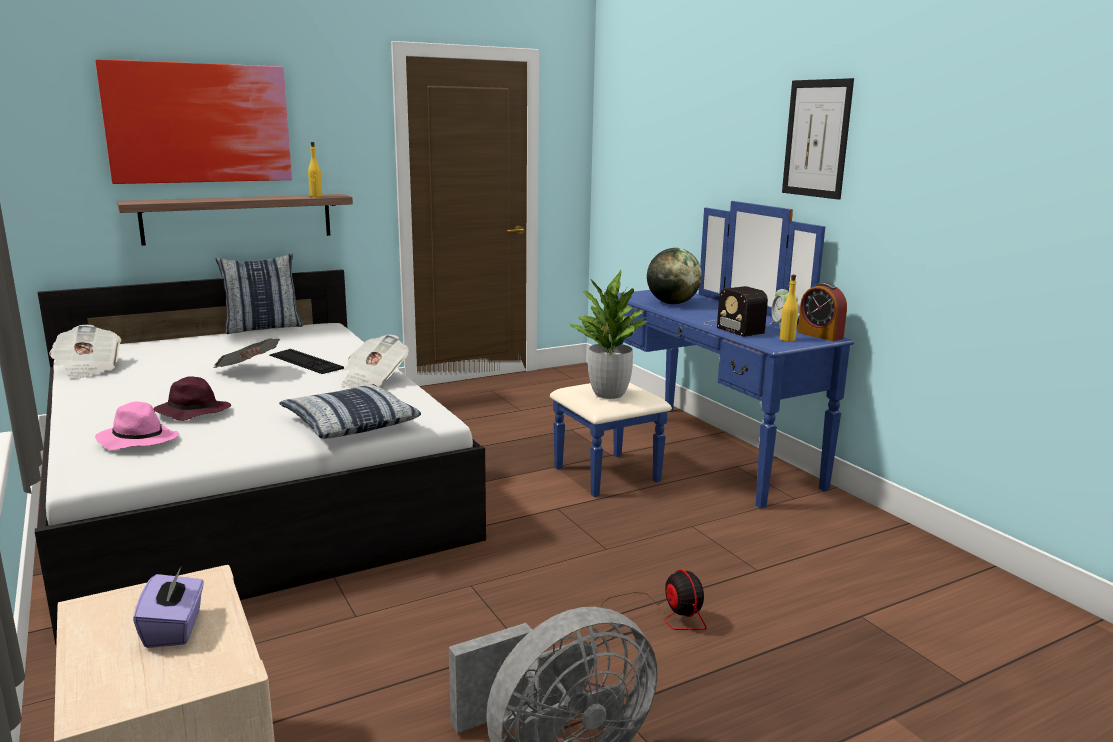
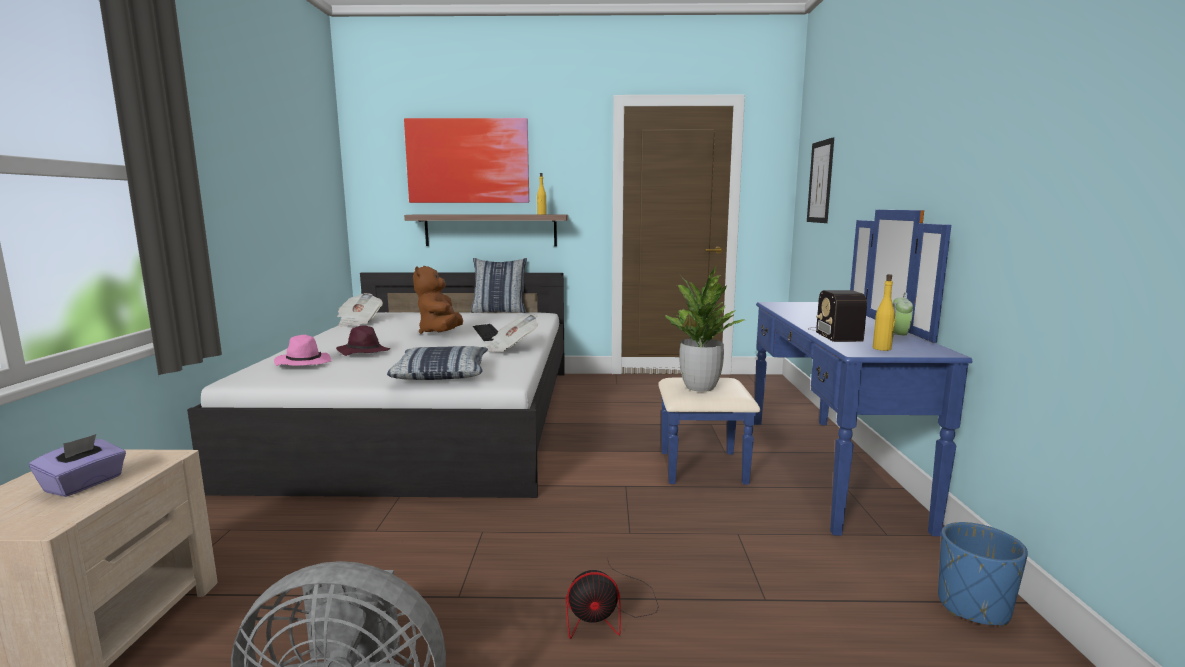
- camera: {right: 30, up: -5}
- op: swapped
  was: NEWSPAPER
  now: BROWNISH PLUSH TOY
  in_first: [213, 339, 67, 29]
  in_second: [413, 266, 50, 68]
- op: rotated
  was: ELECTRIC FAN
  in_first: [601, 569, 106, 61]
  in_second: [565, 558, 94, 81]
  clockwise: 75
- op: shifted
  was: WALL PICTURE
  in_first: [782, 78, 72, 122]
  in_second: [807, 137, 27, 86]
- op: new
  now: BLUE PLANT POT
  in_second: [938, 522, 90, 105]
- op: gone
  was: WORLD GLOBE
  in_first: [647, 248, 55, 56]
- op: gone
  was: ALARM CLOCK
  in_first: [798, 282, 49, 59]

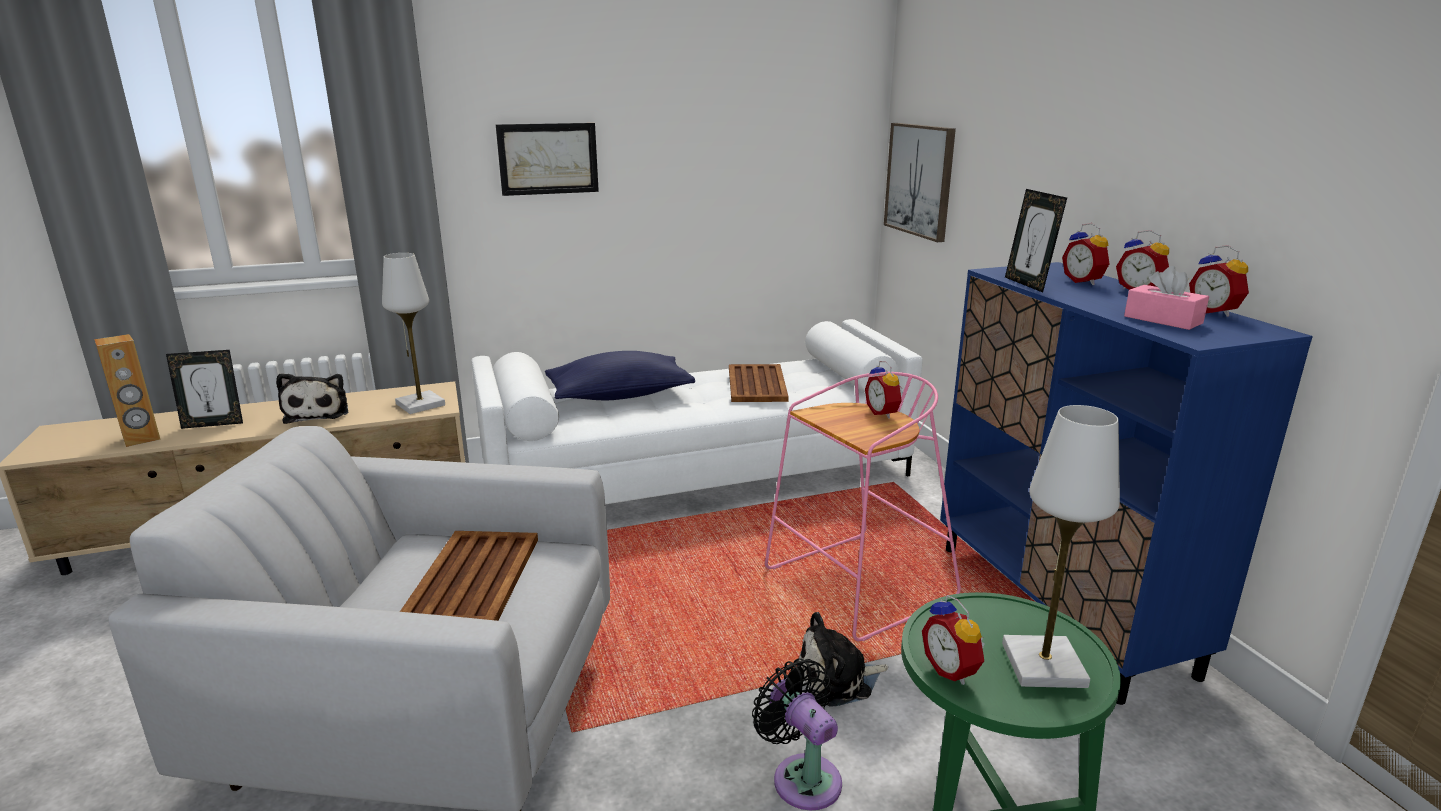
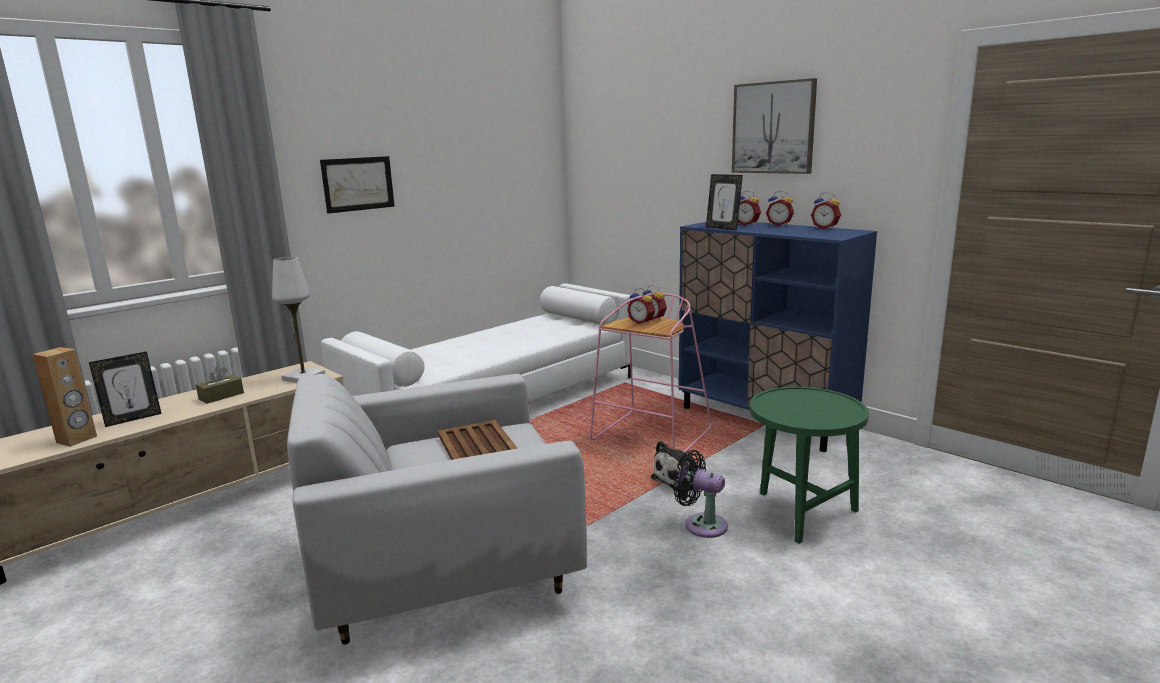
- camera: {right: -25, up: -5}
- op: swapped
  was: PLUSH TOY
  now: BROWNISH BOX OF TISSUES
  in_first: [276, 373, 72, 51]
  in_second: [196, 367, 48, 37]
- op: shifted
  was: ALARM CLOCK
  in_first: [922, 595, 63, 90]
  in_second: [627, 288, 28, 36]
- op: shifted
  was: WALL PICTURE
  in_first: [884, 123, 72, 119]
  in_second: [732, 78, 85, 96]
- op: gone
  was: BLUE THROW PILLOW
  in_first: [545, 351, 150, 49]
- op: gone
  was: BROWNISH CARRYING TRAY
  in_first: [729, 364, 60, 38]
- op: gone
  was: WHITISH TABLE LAMP
  in_first: [1002, 405, 118, 283]
- op: gone
  was: PINKISH BOX OF TISSUES
  in_first: [1124, 266, 85, 64]

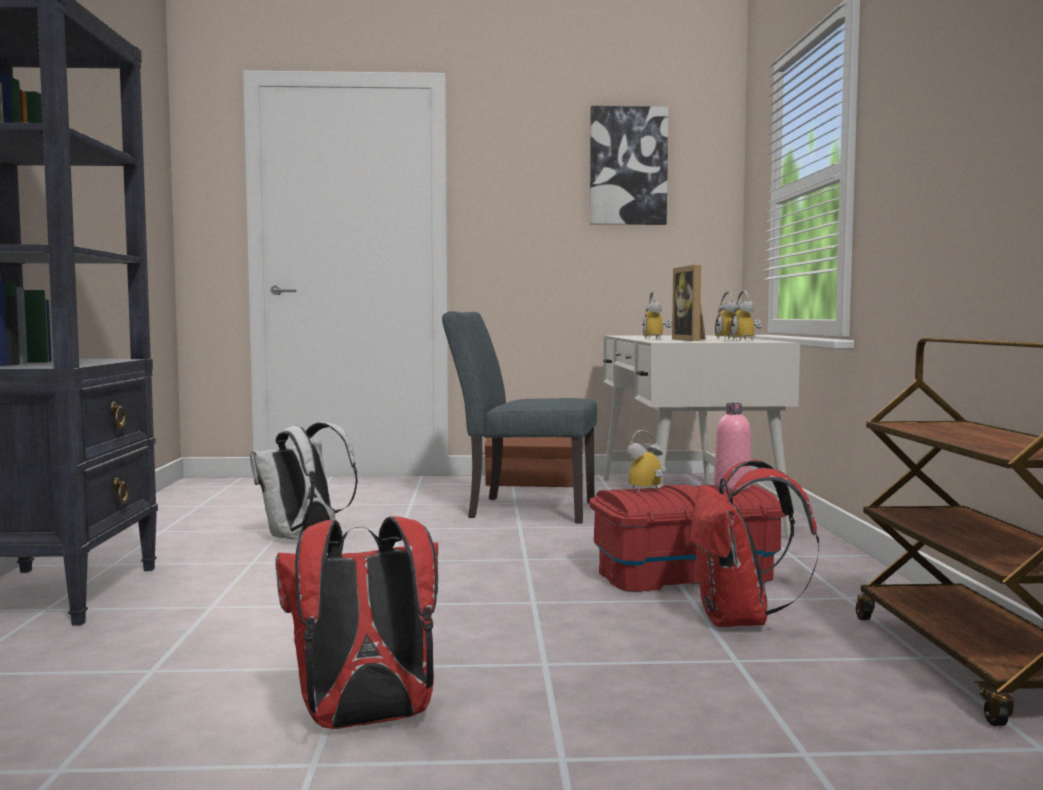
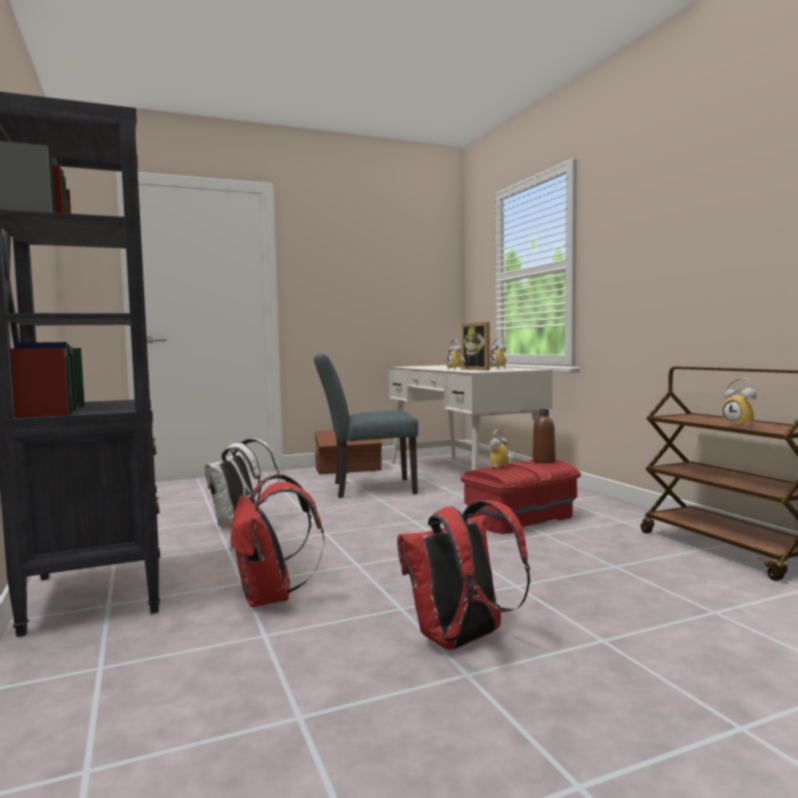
- camera: {right: -20, up: 0}
- op: shifted
  was: RED-COLOURED RUCKSACK
  in_first: [690, 460, 129, 167]
  in_second: [230, 474, 94, 133]
- op: repainted
  was: PINKISH BOTTLE
  now: BROWNISH BOTTLE
  in_first: [714, 403, 37, 87]
  in_second: [532, 409, 24, 54]
- op: shifted
  was: ALARM CLOCK
  in_first: [730, 290, 32, 51]
  in_second: [723, 378, 34, 49]
- op: gone
  was: WALL PICTURE
  in_first: [590, 106, 78, 119]

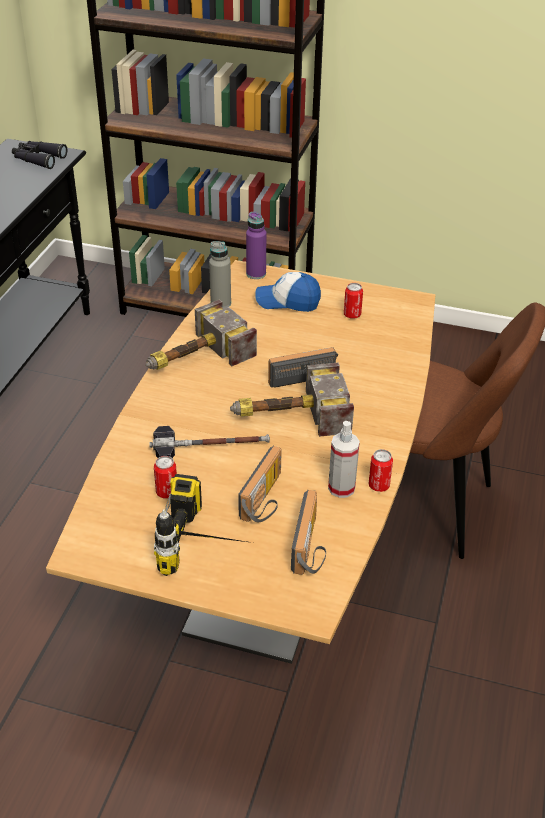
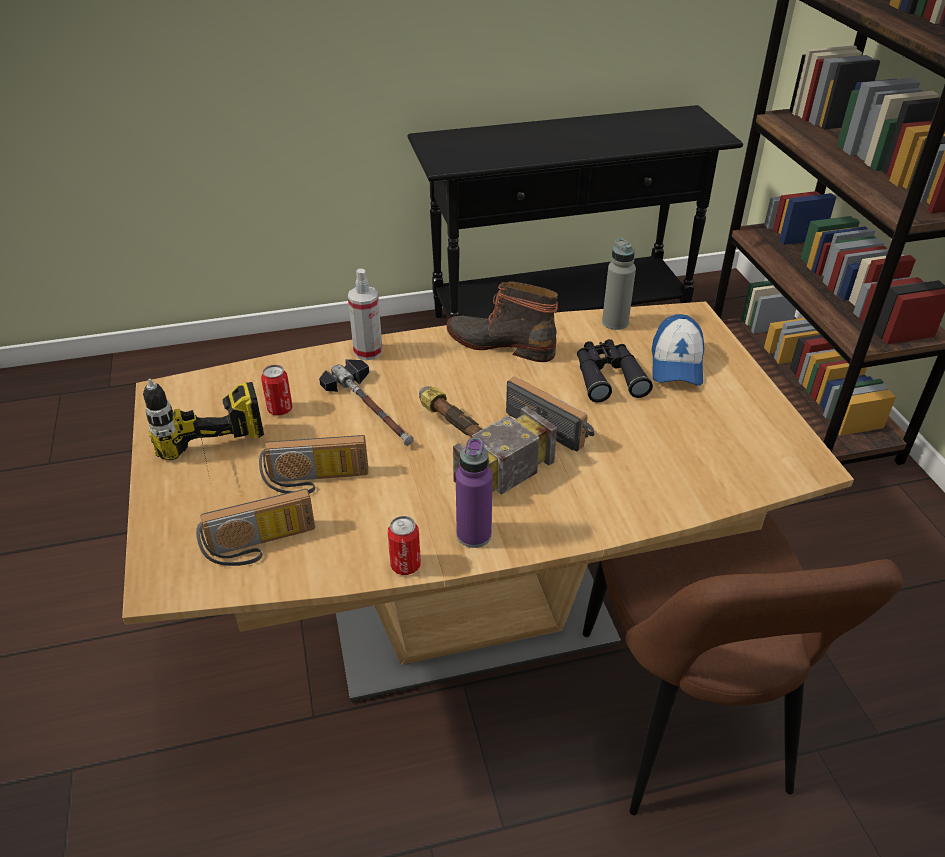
- camera: {right: 60, up: 0}
- op: shifted
  was: SPRAYER
  in_first: [328, 421, 32, 77]
  in_second: [348, 269, 35, 92]
- op: swapped
  was: HAMMER
  now: HIGH-TOP BOOT
  in_first: [146, 299, 111, 71]
  in_second: [447, 281, 111, 81]
- op: shifted
  was: PURPLISH BOTTLE
  in_first: [246, 212, 20, 67]
  in_second: [456, 438, 37, 110]
- op: shifted
  was: BLACK BINOCULARS
  in_first: [12, 141, 55, 28]
  in_second: [577, 339, 76, 64]
- op: rotated
  was: BASEBALL CAP
  in_first: [255, 272, 66, 40]
  in_second: [652, 314, 52, 72]
  clockwise: -150
- op: gone
  was: SEALED CAN
  in_first: [344, 283, 19, 36]

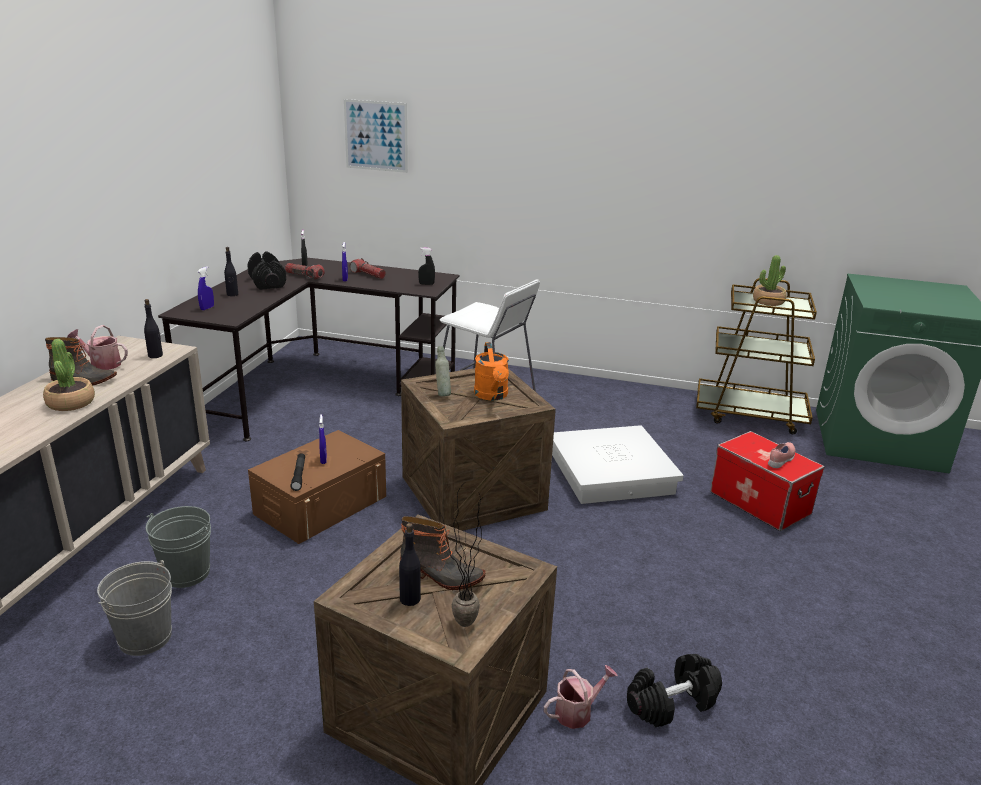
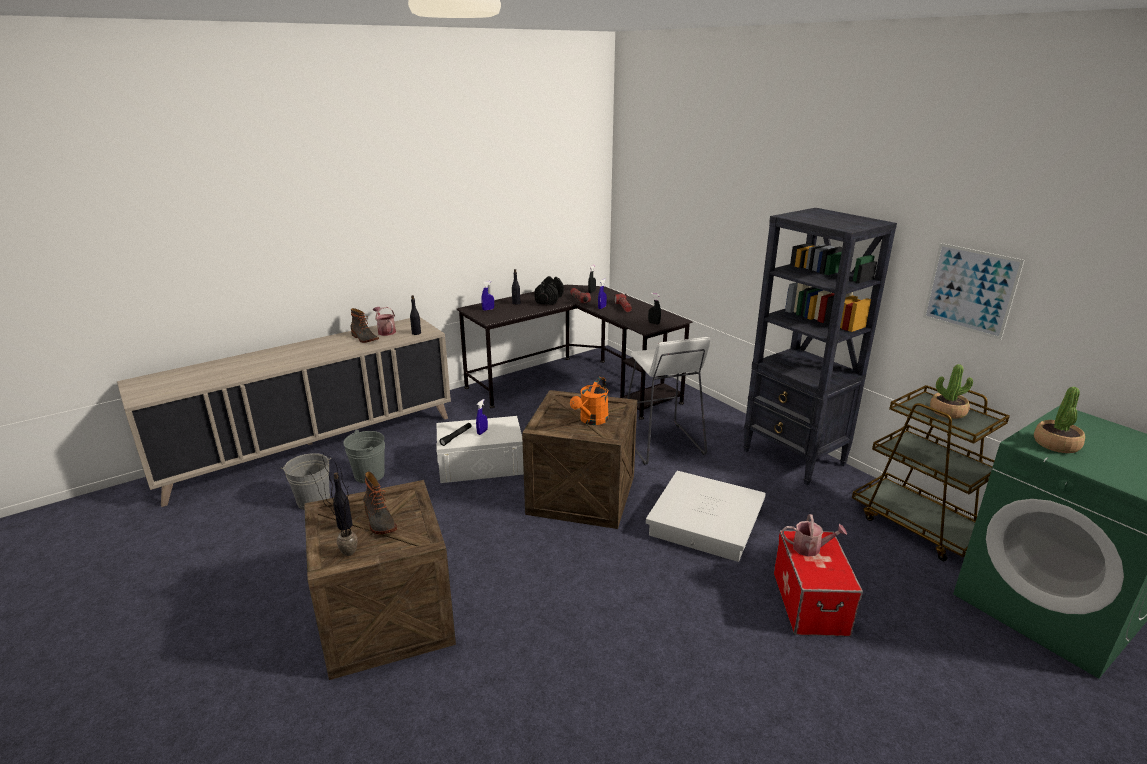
- camera: {right: 40, up: 0}
- op: repainted
  was: BROWNISH STORAGE CONTAINER
  now: WHITISH STORAGE CONTAINER
  in_first: [248, 430, 138, 114]
  in_second: [436, 416, 88, 67]
- op: new
  now: BLACK BOOKCASE
  in_second: [743, 208, 154, 277]
- op: shifted
  was: WATERING POT
  in_first: [544, 665, 74, 64]
  in_second: [782, 514, 65, 43]
- op: shifted
  was: WALL PICTURE
  in_first: [344, 99, 64, 74]
  in_second: [923, 243, 101, 97]
- op: shifted
  was: PLANT IN A POT
  in_first: [43, 339, 52, 72]
  in_second: [1034, 387, 51, 66]
- op: gone
  was: GRAY BOTTLE
  in_first: [435, 346, 16, 50]
- op: gone
  was: BLACK DUMBBELL
  in_first: [627, 654, 95, 73]
- op: gone
  was: PINKISH SHOE
  in_first: [768, 442, 27, 26]

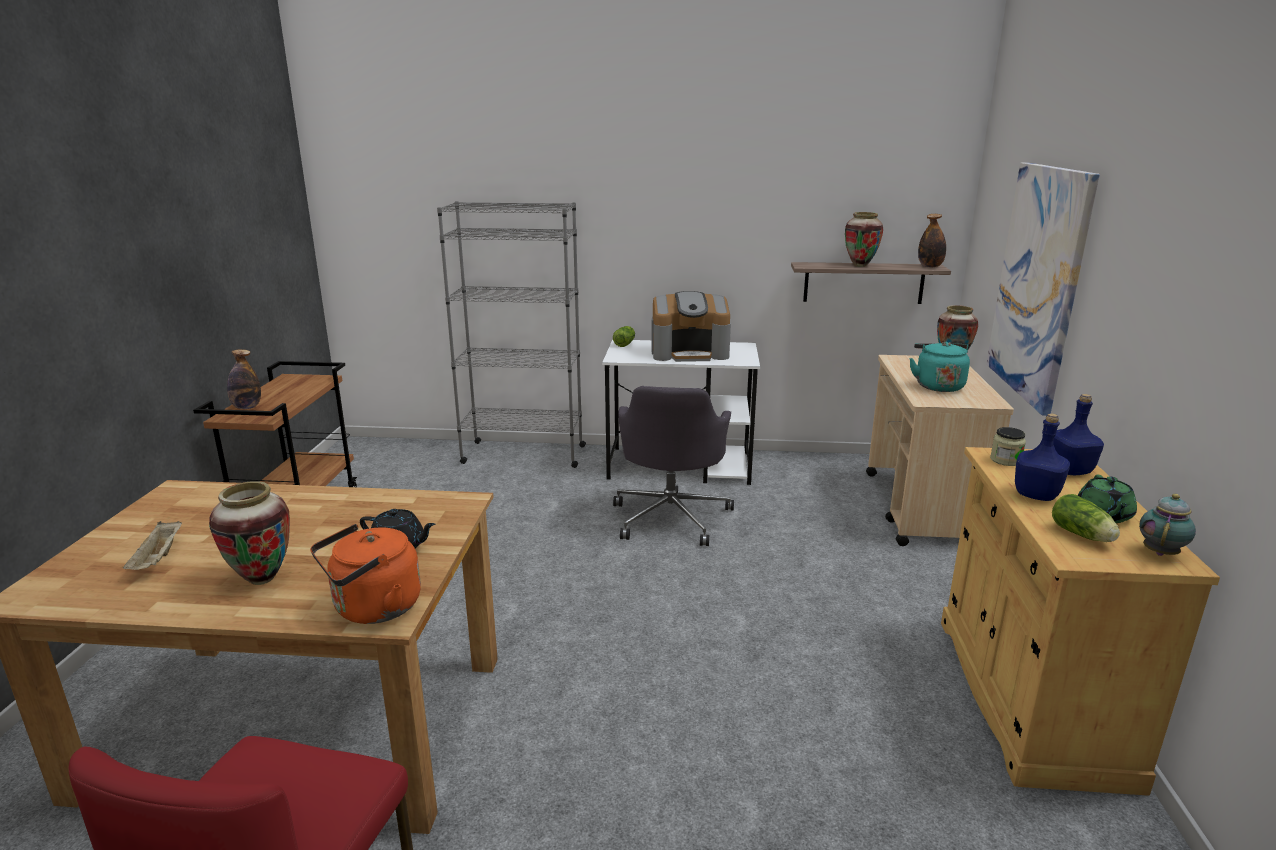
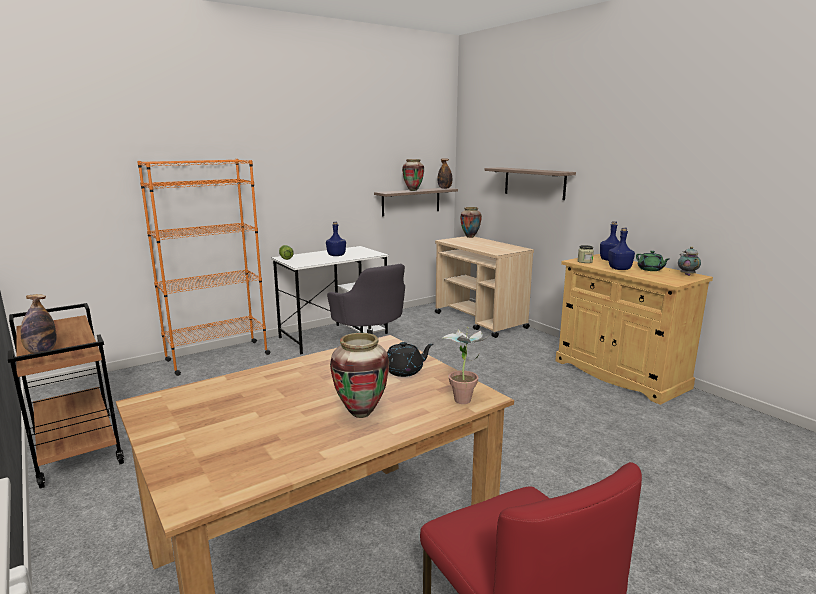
- camera: {right: -40, up: -5}
- op: repainted
  was: GRAY BOOKCASE
  now: ORANGE-COLOURED BOOKCASE
  in_first: [437, 201, 149, 267]
  in_second: [137, 159, 133, 217]
- op: swapped
  was: COFFEE BREWER
  now: BLUE BOTTLE
  in_first: [651, 291, 80, 71]
  in_second: [326, 222, 20, 34]
- op: swapped
  was: ORANGE-COLOURED KETTLE
  now: PLANT IN A POT
  in_first: [310, 524, 111, 100]
  in_second: [442, 327, 46, 77]
- op: swapped
  was: WALL PICTURE
  now: SHELF
  in_first: [986, 162, 114, 254]
  in_second: [484, 167, 92, 33]
- op: gone
  was: BEIGE CARRYING TRAY
  in_first: [123, 521, 59, 49]
- op: gone
  was: TURQUOISE-COLOURED KETTLE
  in_first: [909, 342, 61, 50]
- op: gone
  was: LETTUCE
  in_first: [1052, 494, 68, 48]

